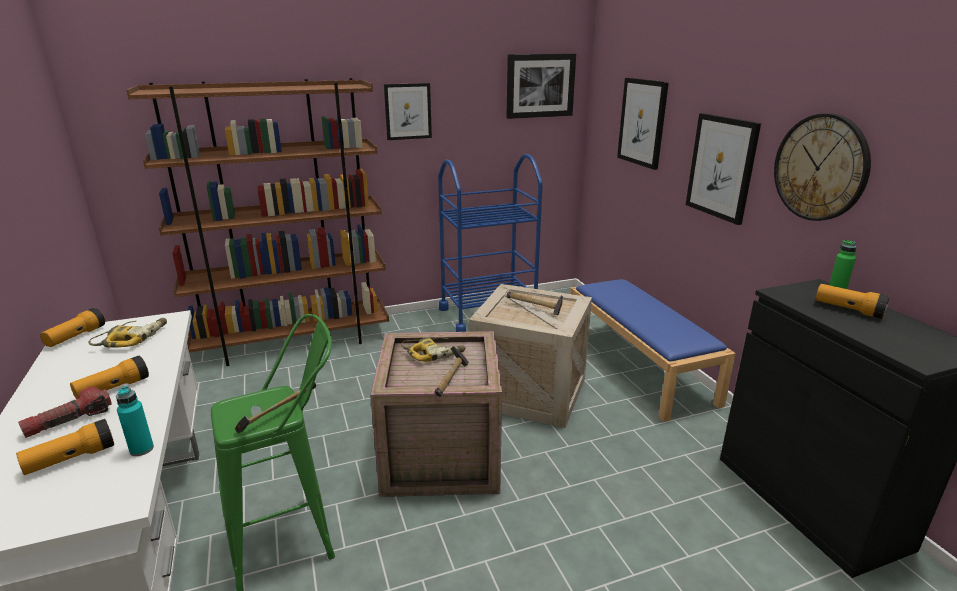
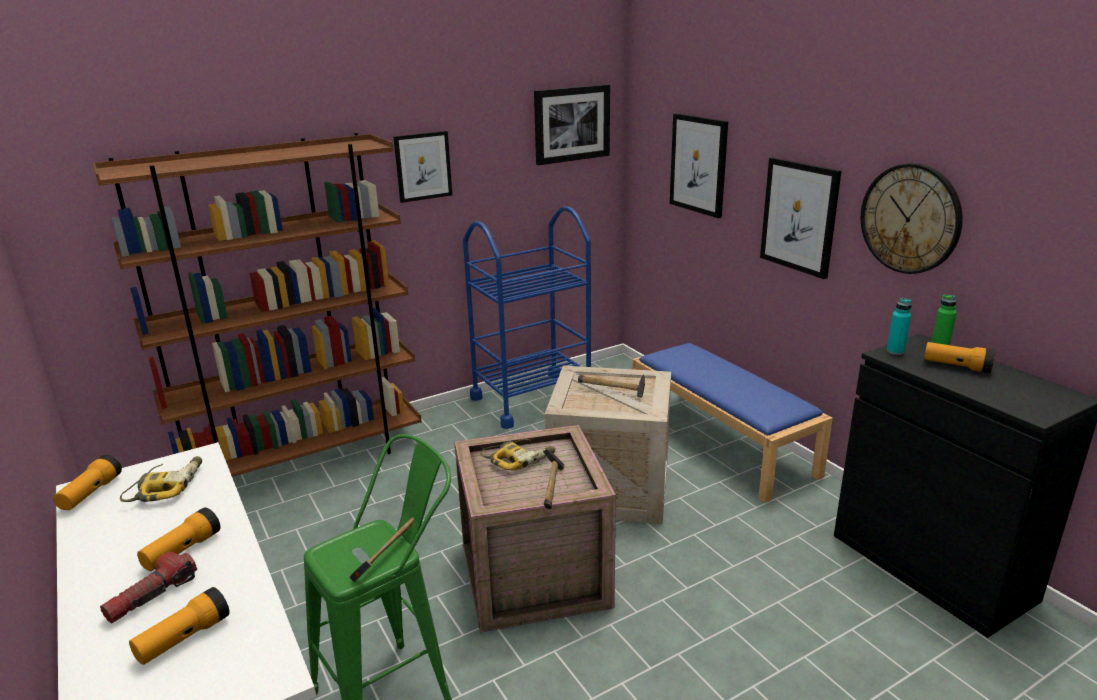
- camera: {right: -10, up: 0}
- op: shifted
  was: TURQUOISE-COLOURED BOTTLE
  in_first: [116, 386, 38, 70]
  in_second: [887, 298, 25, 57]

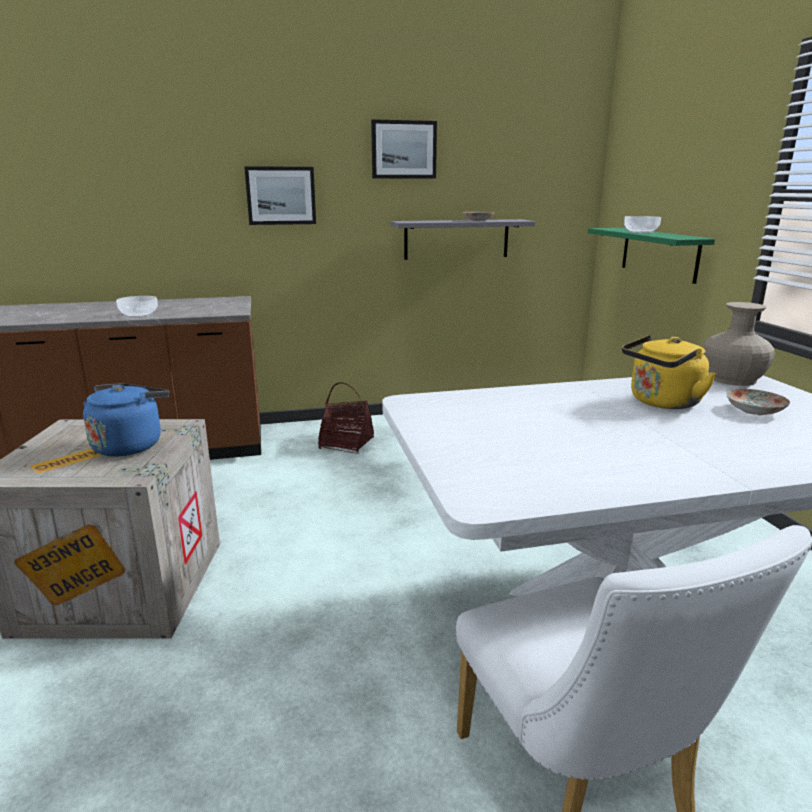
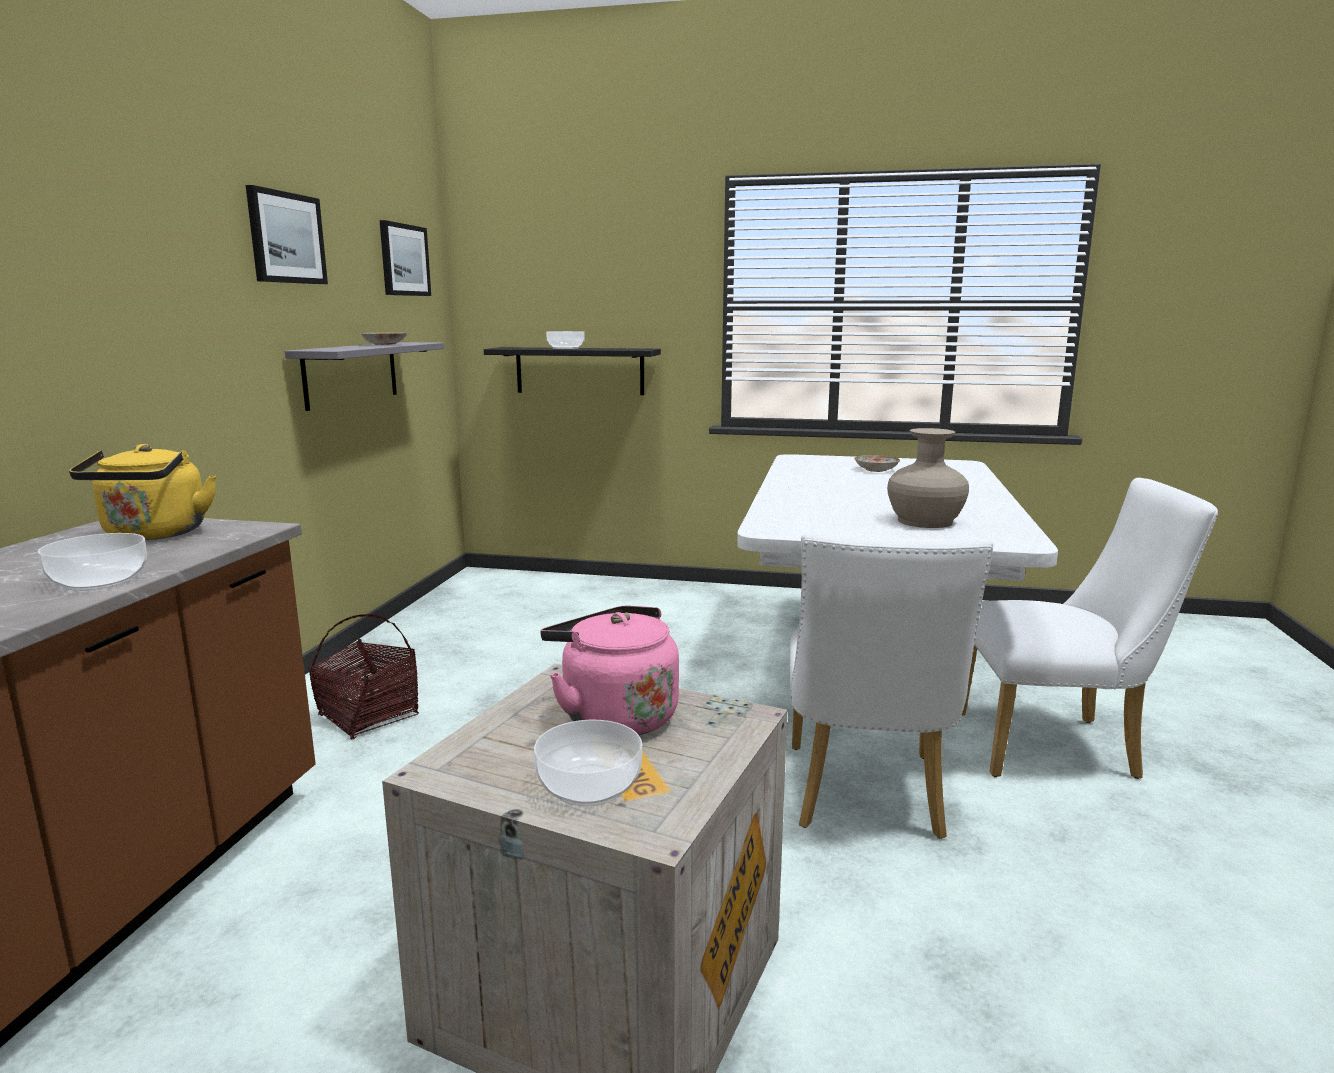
- camera: {right: -65, up: -5}
- op: shifted
  was: YELLOWISH KETTLE
  in_first: [622, 335, 94, 74]
  in_second: [69, 444, 148, 96]
- op: shifted
  was: WALL PICTURE
  in_first: [244, 166, 72, 59]
  in_second: [380, 220, 51, 76]
- op: repainted
  was: GREEN SHELF
  now: BLACK SHELF
  in_first: [588, 228, 127, 56]
  in_second: [484, 347, 177, 48]
- op: new
  now: BOWL
  in_second: [534, 720, 108, 86]
- op: repainted
  was: BLUE KETTLE
  now: PINKISH KETTLE
  in_first: [83, 383, 86, 74]
  in_second: [541, 606, 138, 129]
- op: new
  now: WHITISH UPRIGHT CHAIR
  in_second: [789, 532, 204, 307]
- op: shifted
  was: BEIGE VASE
  in_first: [702, 302, 72, 84]
  in_second: [887, 428, 82, 100]

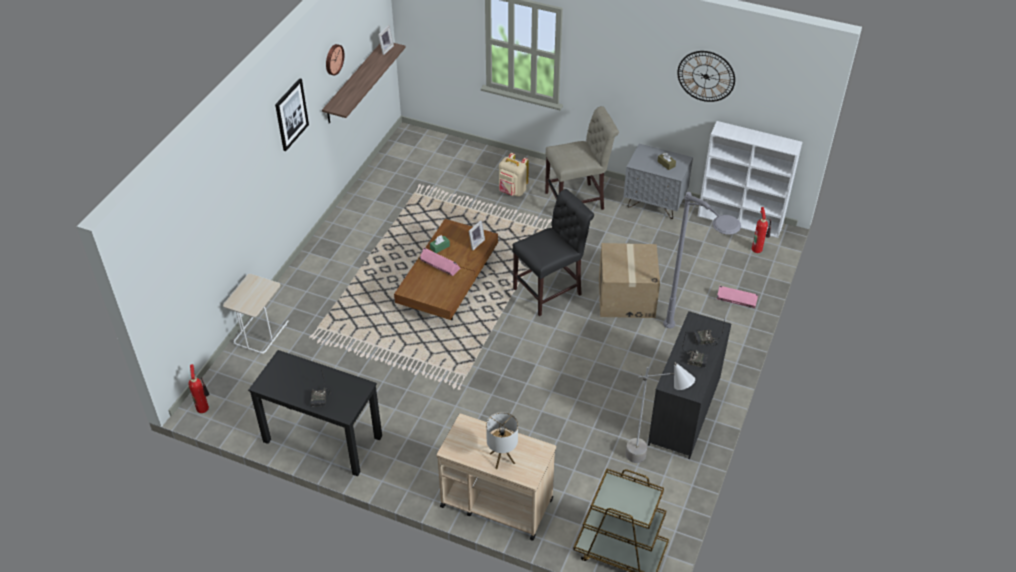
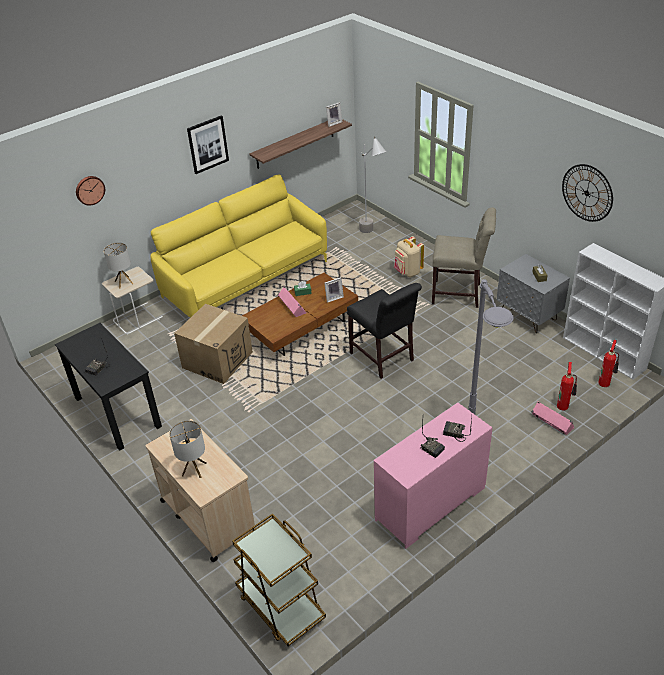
- camera: {right: 30, up: -5}
- op: shifted
  was: WALL CLOCK
  in_first: [326, 44, 19, 32]
  in_second: [76, 176, 29, 30]
- op: new
  now: TABLE LAMP
  in_second: [103, 242, 30, 47]
- op: new
  now: YELLOWISH SETTEE
  in_second: [150, 175, 177, 142]
- op: shifted
  was: CARDBOARD BOX
  in_first: [599, 243, 61, 75]
  in_second: [174, 304, 79, 80]
- op: rotated
  was: BLACK UPRIGHT CHAIR
  in_first: [512, 189, 82, 127]
  in_second: [347, 283, 75, 96]
  clockwise: 60
- op: shifted
  was: GRAY STANDARD LAMP
  in_first: [626, 362, 69, 101]
  in_second: [359, 136, 27, 97]
- op: repainted
  was: BLACK DRESSER
  now: PINKISH DRESSER
  in_first: [648, 311, 83, 148]
  in_second: [374, 403, 118, 146]
- op: shifted
  was: FIRE-FIGHTING CYLINDER
  in_first: [188, 364, 21, 49]
  in_second: [557, 362, 20, 49]

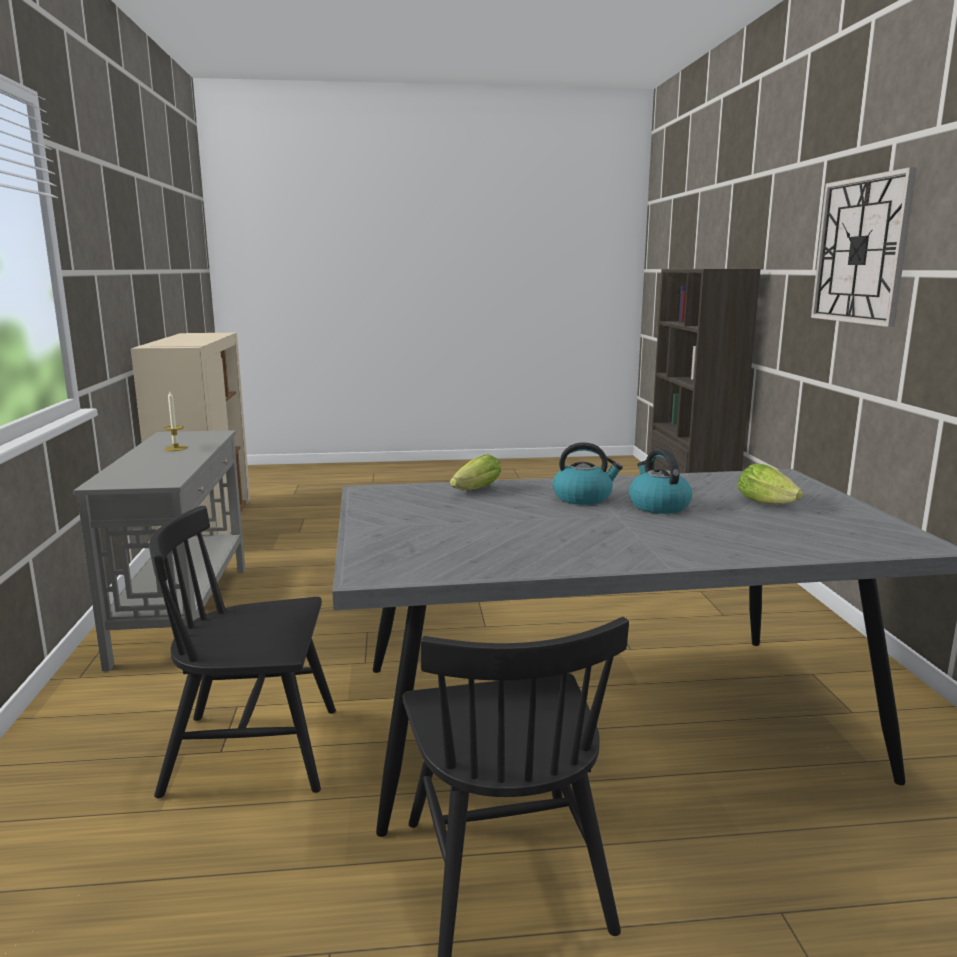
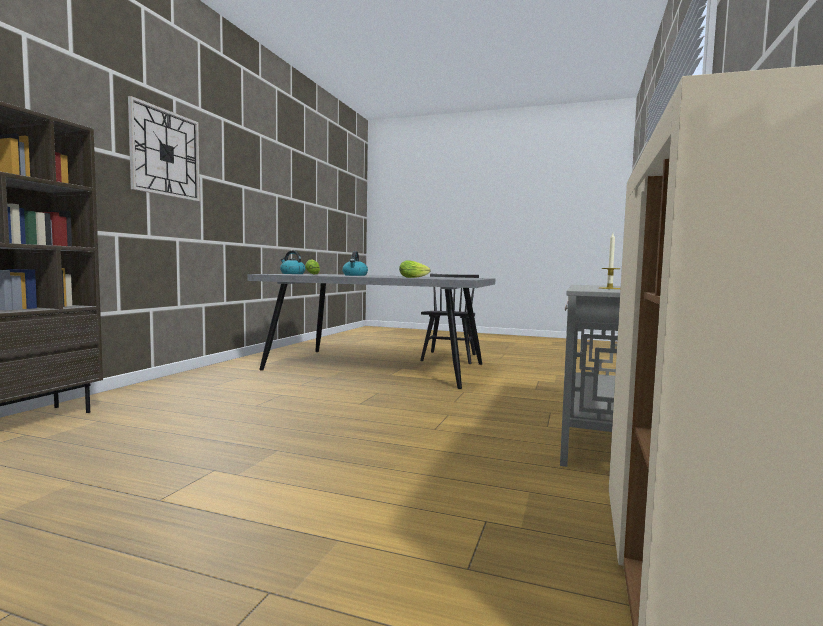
- camera: {right: -155, up: -10}
- op: shifted
  was: KETTLE
  in_first: [553, 442, 70, 63]
  in_second: [280, 250, 25, 24]
- op: gone
  was: BLACK UPRIGHT CHAIR
  in_first: [149, 506, 187, 292]

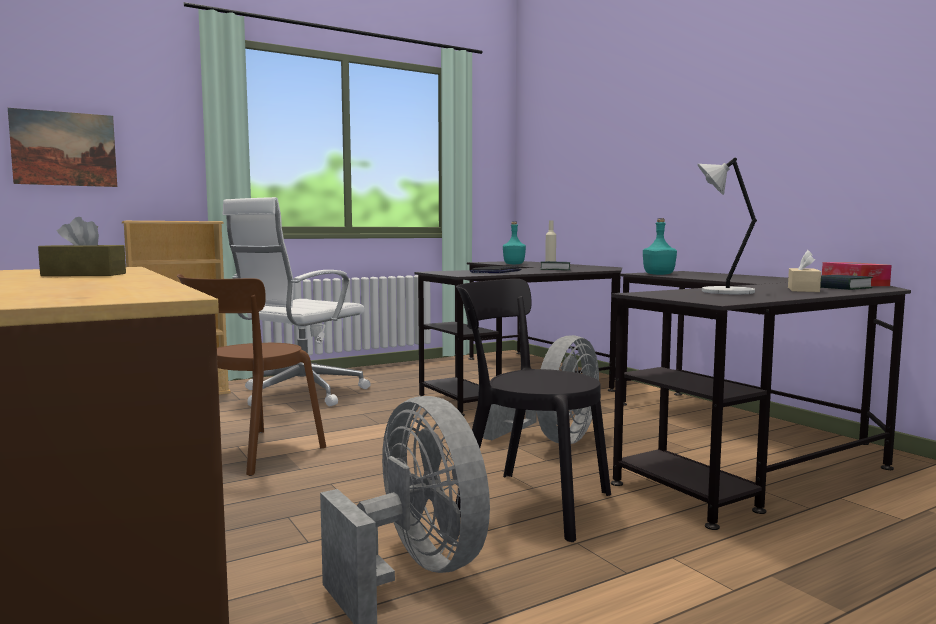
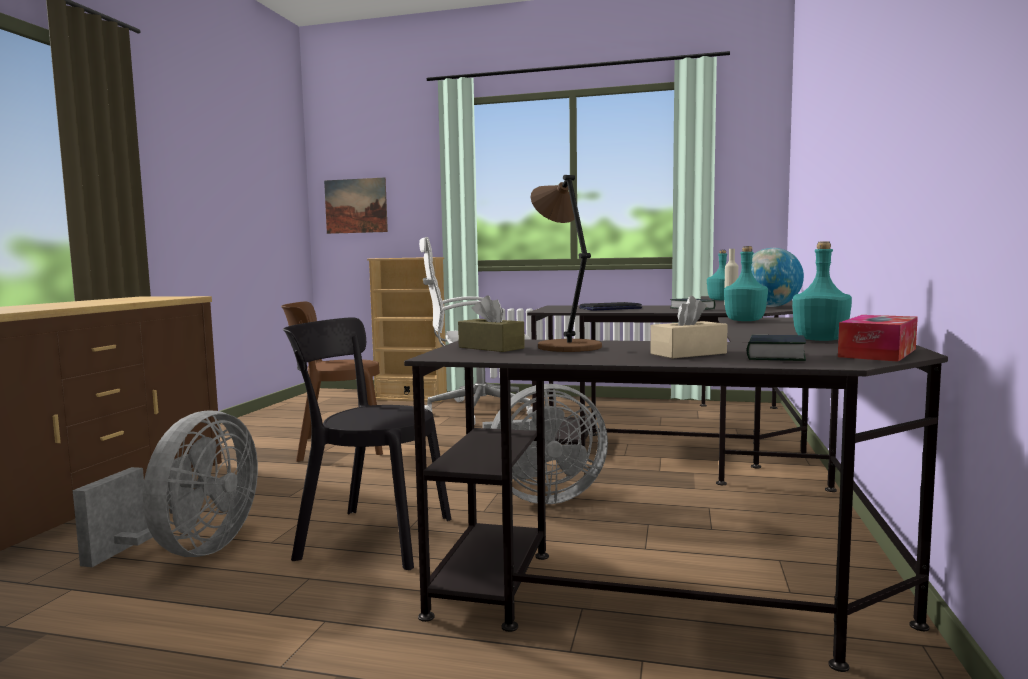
- camera: {right: 45, up: 0}
- op: rotated
  was: BLACK UPRIGHT CHAIR
  in_first: [455, 279, 156, 263]
  in_second: [283, 317, 168, 253]
  clockwise: -60
- op: shifted
  was: BROWNISH BOX OF TISSUES
  in_first: [38, 217, 88, 59]
  in_second: [458, 295, 67, 57]
- op: repainted
  was: GRAY TABLE LAMP
  now: BROWNISH TABLE LAMP
  in_first: [697, 158, 60, 136]
  in_second: [530, 175, 72, 177]
- op: new
  now: WORLD GLOBE
  in_second: [751, 248, 53, 59]
- op: new
  now: TURQUOISE-COLOURED BOTTLE
  in_second: [792, 241, 60, 100]

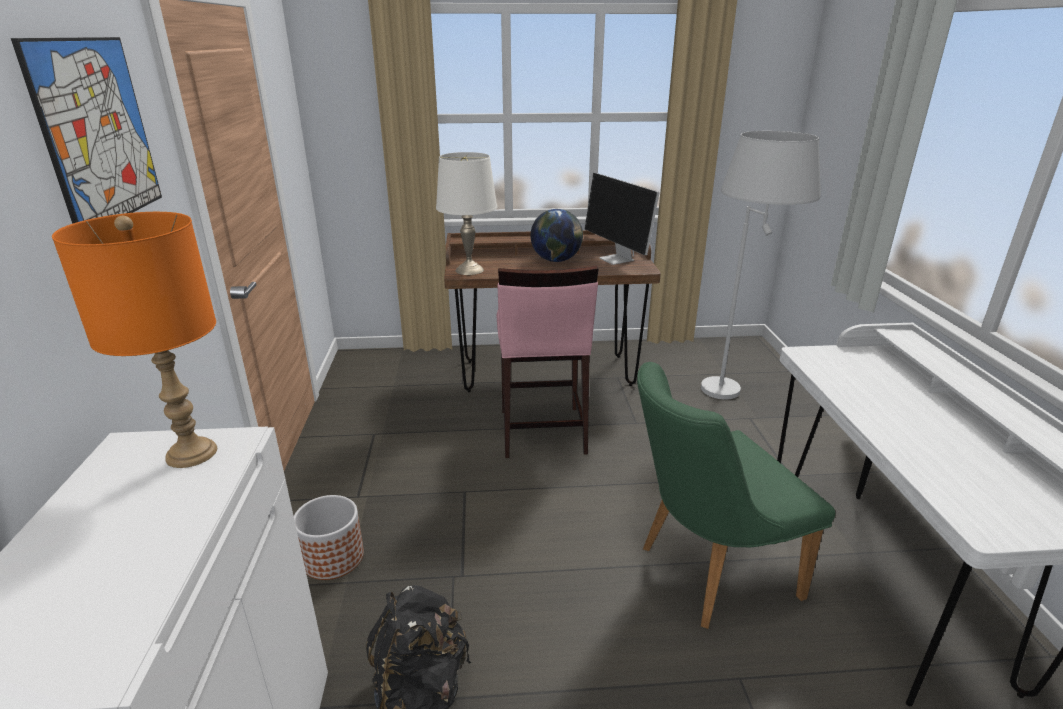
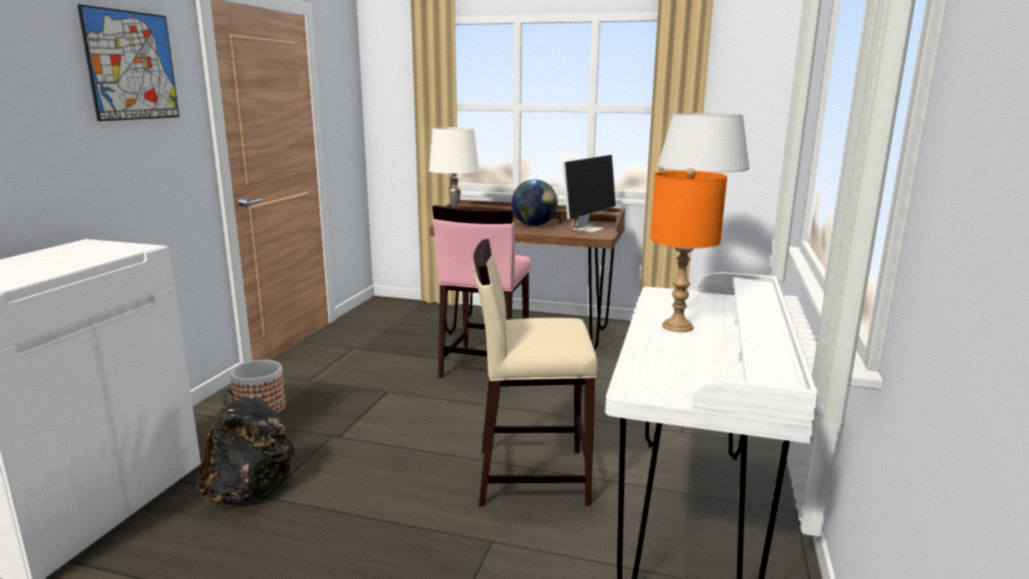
- camera: {right: 20, up: -10}
- op: swapped
  was: GREEN UPRIGHT CHAIR
  now: BEIGE STOOL
  in_first: [637, 362, 198, 267]
  in_second: [473, 239, 125, 267]
- op: rotated
  was: COMPUTER SCREEN
  in_first: [585, 173, 75, 92]
  in_second: [563, 155, 53, 78]
  clockwise: -135
- op: shifted
  was: ORANGE-COLOURED TABLE LAMP
  in_first: [52, 212, 165, 256]
  in_second: [650, 168, 77, 164]

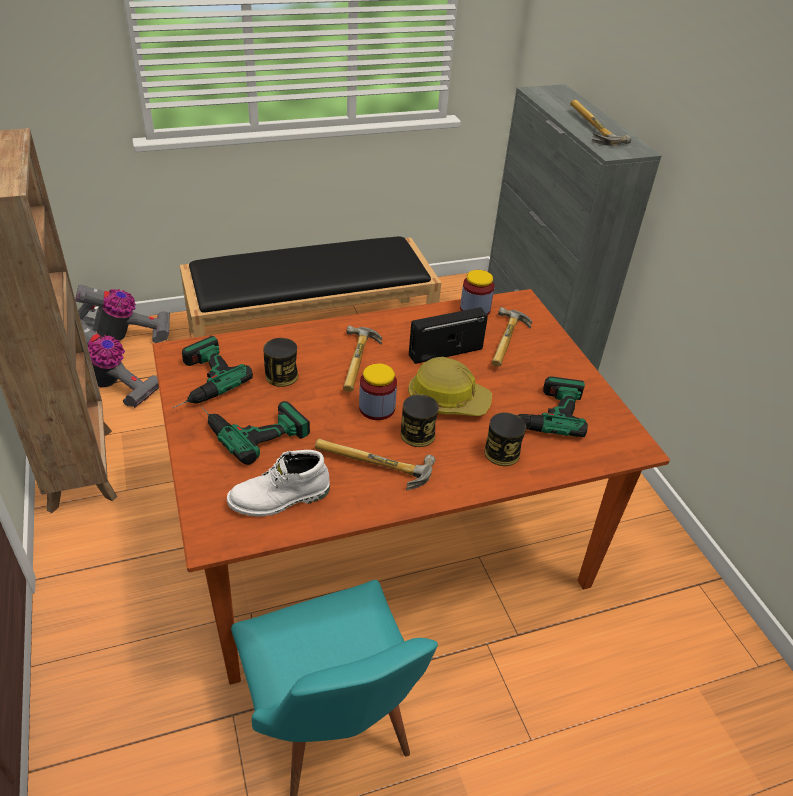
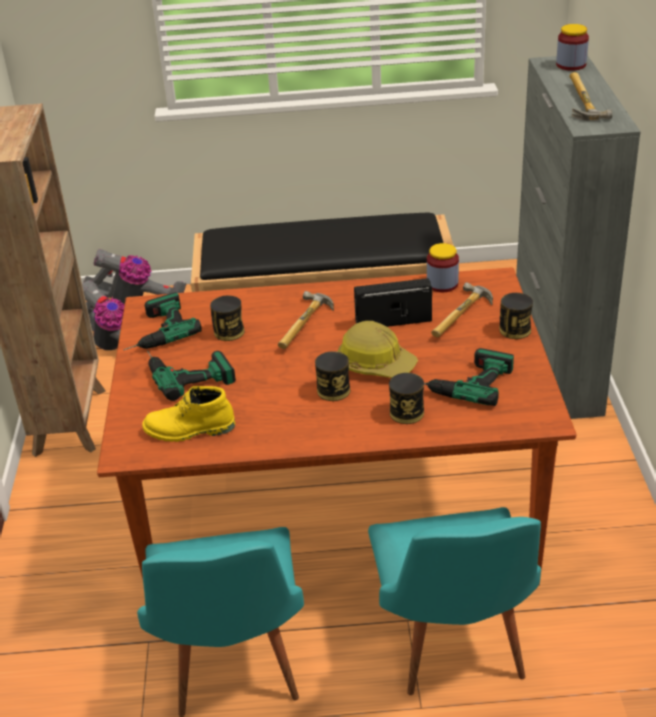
- camera: {right: 20, up: -5}
- op: repainted
  was: WHITISH HIGH-TOP BOOT
  now: YELLOWISH HIGH-TOP BOOT
  in_first: [227, 450, 103, 67]
  in_second: [142, 386, 93, 56]
- op: new
  now: TURQUOISE-COLOURED UPRIGHT CHAIR
  in_second: [368, 507, 173, 188]
- op: new
  now: SEALED CAN
  in_second: [500, 293, 33, 46]
- op: shifted
  was: STORAGE JAR
  in_first: [359, 363, 38, 57]
  in_second: [556, 24, 33, 47]
- op: gone
  was: HAMMER
  in_first: [315, 439, 120, 51]

